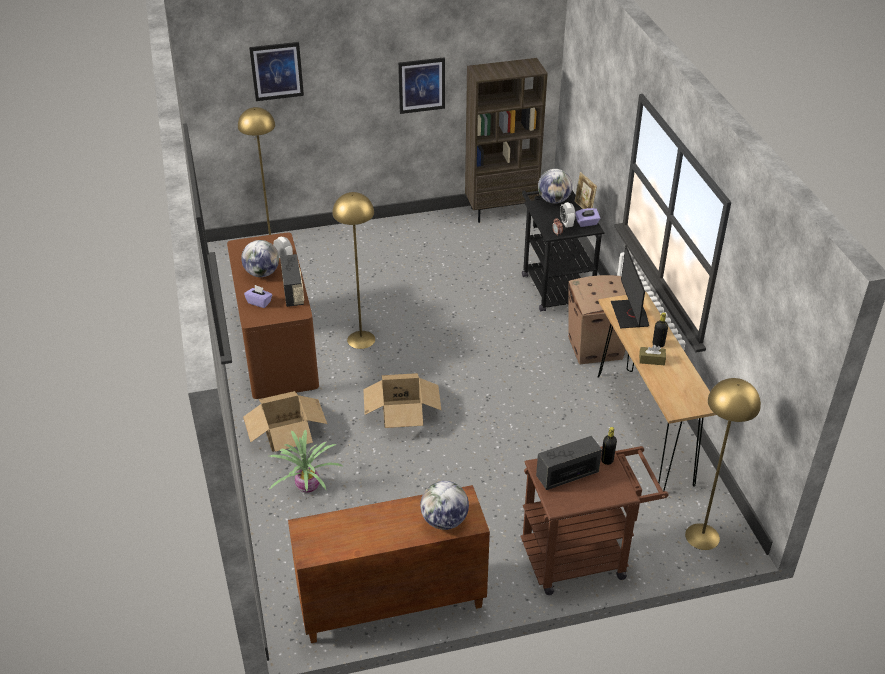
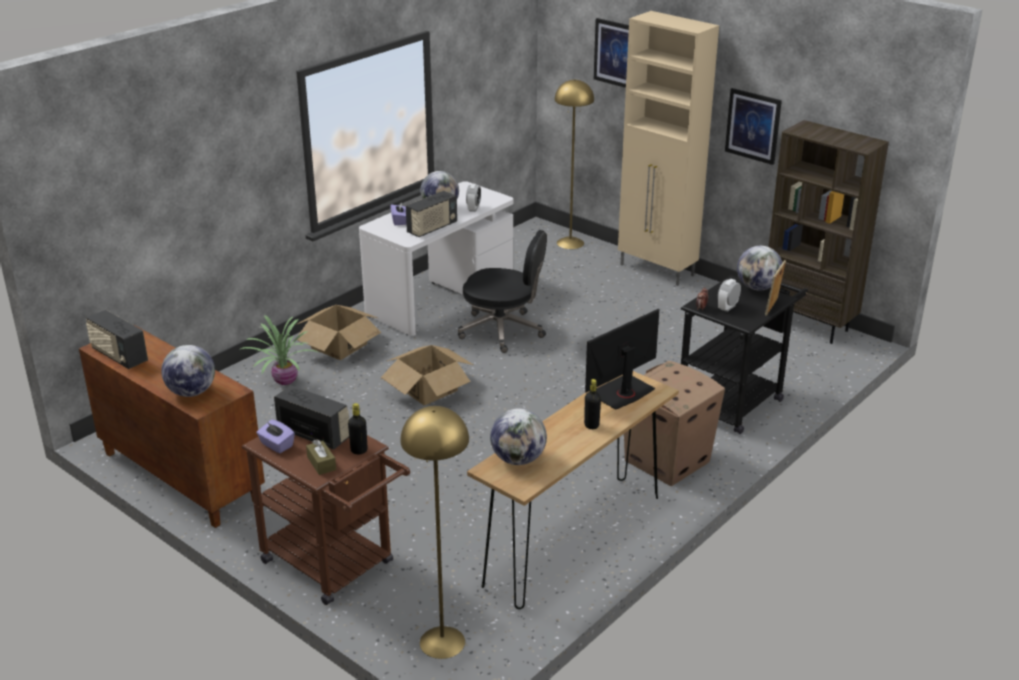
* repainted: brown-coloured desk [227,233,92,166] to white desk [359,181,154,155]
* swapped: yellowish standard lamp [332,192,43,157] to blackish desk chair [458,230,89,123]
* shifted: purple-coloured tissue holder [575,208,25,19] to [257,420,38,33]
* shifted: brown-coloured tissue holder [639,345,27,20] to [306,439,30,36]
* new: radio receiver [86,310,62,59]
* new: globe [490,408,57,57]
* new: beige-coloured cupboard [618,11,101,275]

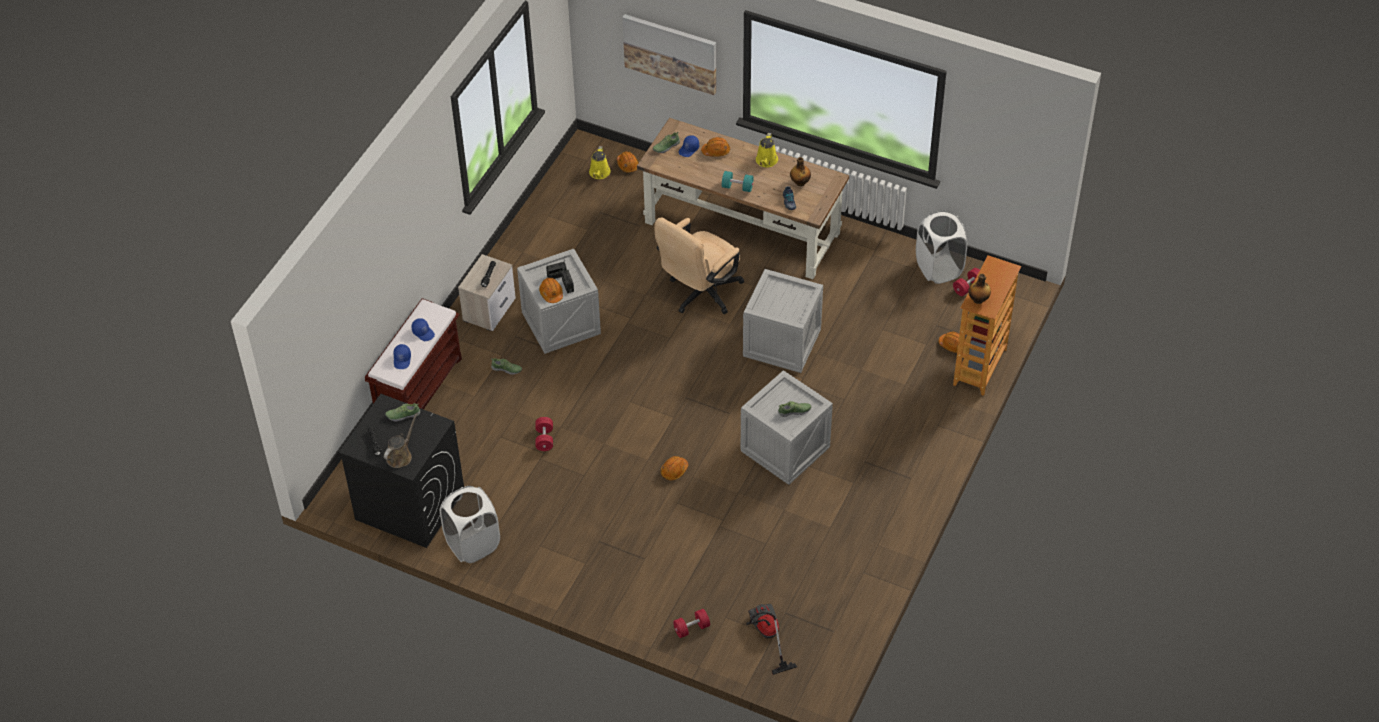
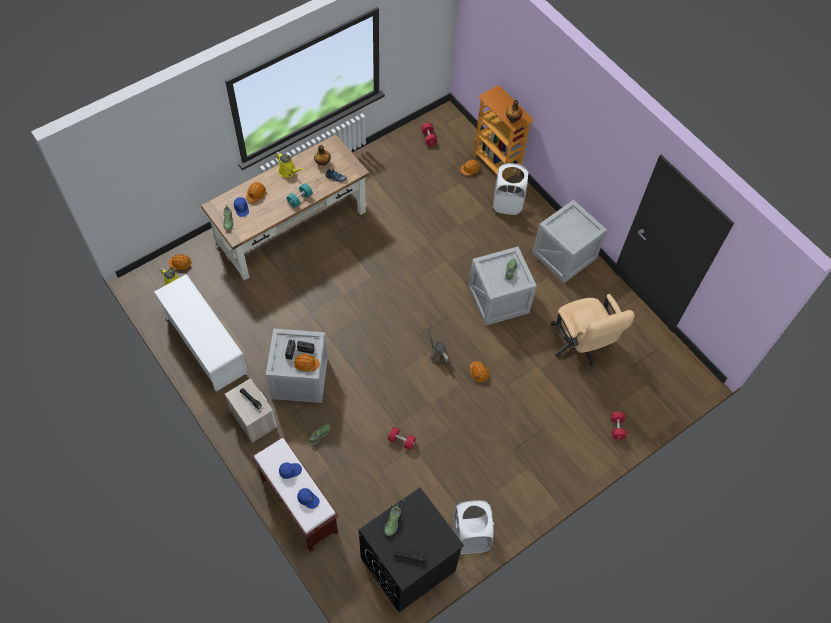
* shifted: brown-coloured sprinkling can [384,413,34,55] to [427,325,22,41]
* gone: wall art [622,14,94,81]
* shifted: beige-coloured desk chair [654,218,90,96] to [551,294,84,73]
* shifted: shipping crate [743,269,80,104] to [532,200,75,83]
* gone: vacuum [746,604,51,71]
* shifted: white hamper [916,210,51,74] to [493,163,36,52]
* new: white shoe stand [154,274,94,117]

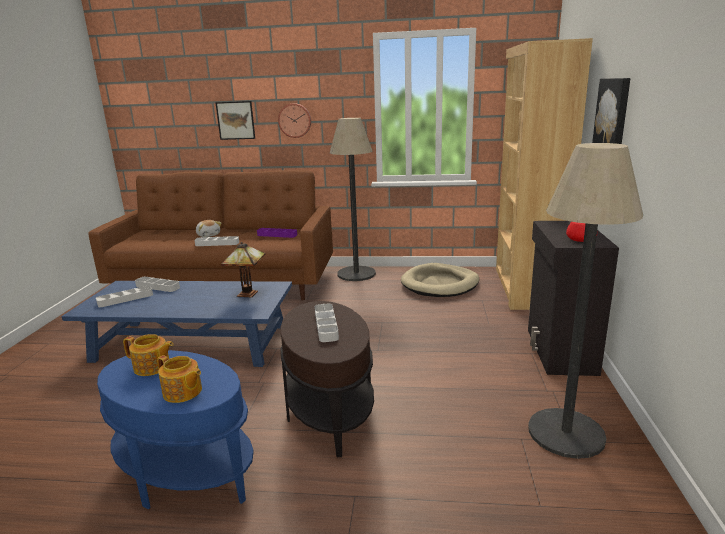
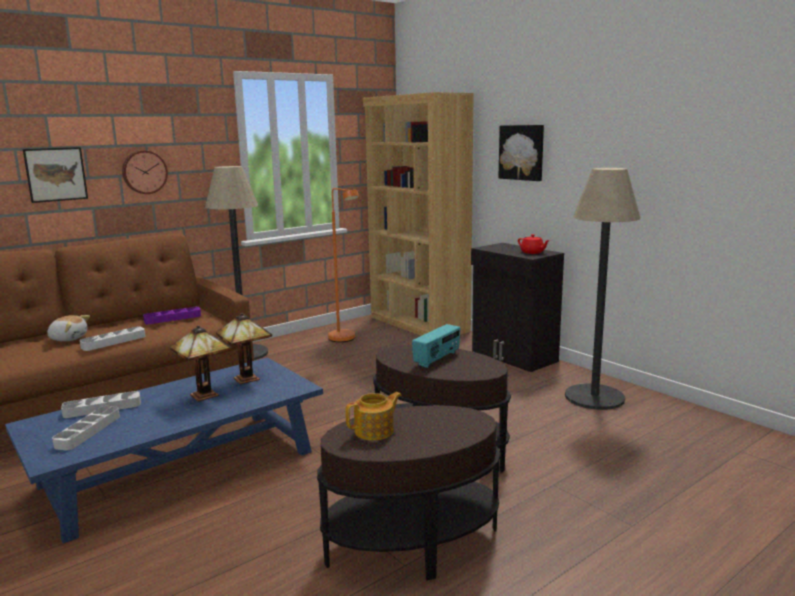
* repainted: blue accent table [97,350,157,159] to brown-coloured accent table [317,405,184,176]
* gone: teapot [157,355,45,48]
* swapped: grey serving tray [315,304,24,38] to radio receiver [412,324,48,44]
* swapped: beige-coloured dog cushion [401,263,78,34] to orangey standard lamp [328,188,31,154]
* new: tabletop lamp [170,326,62,76]

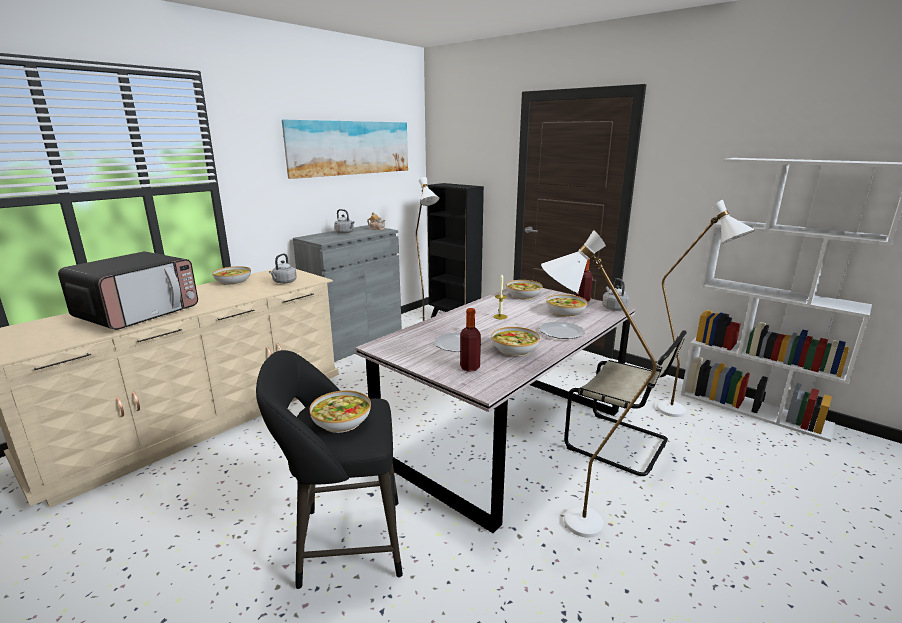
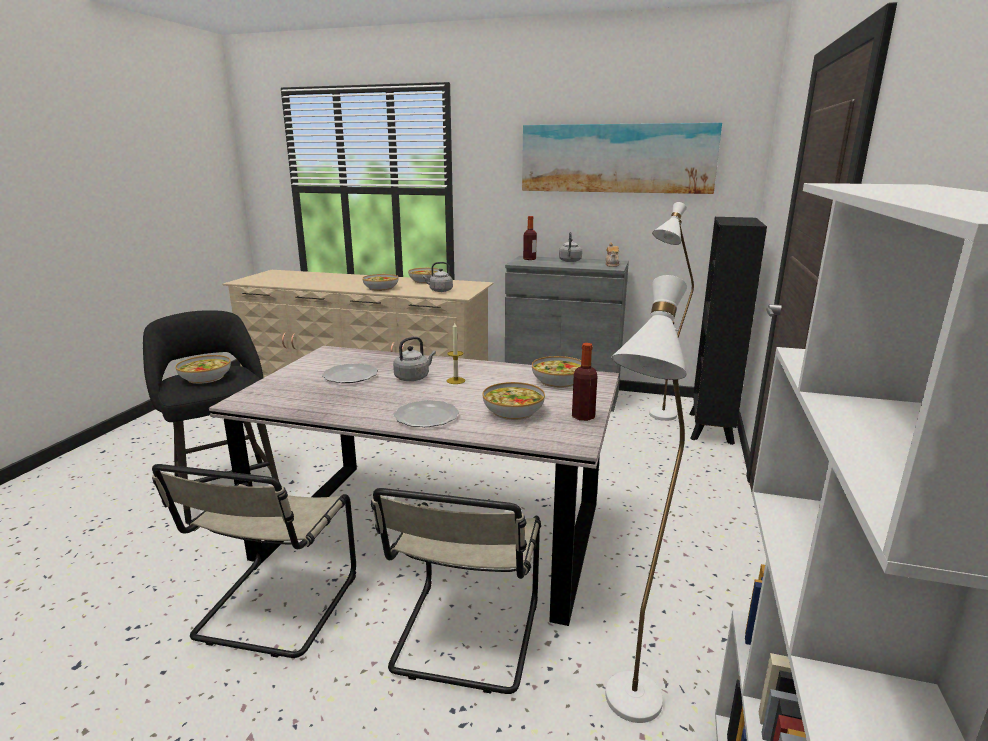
* gone: microwave [58,251,140,79]
* shifted: drink bottle [460,308,21,64] to [523,216,14,44]
* shifted: bowl [491,327,49,29] to [362,274,36,17]
* swapped: white standard lamp [541,230,116,308] to beige-coloured chair [152,464,204,194]
* shifted: grey kettle [602,278,27,33] to [393,336,43,45]

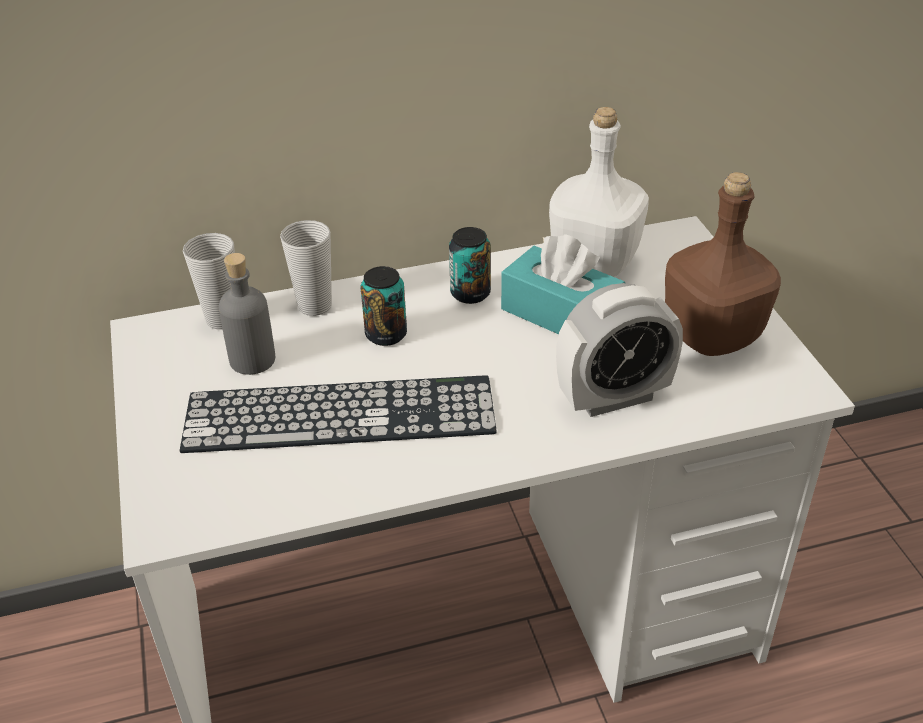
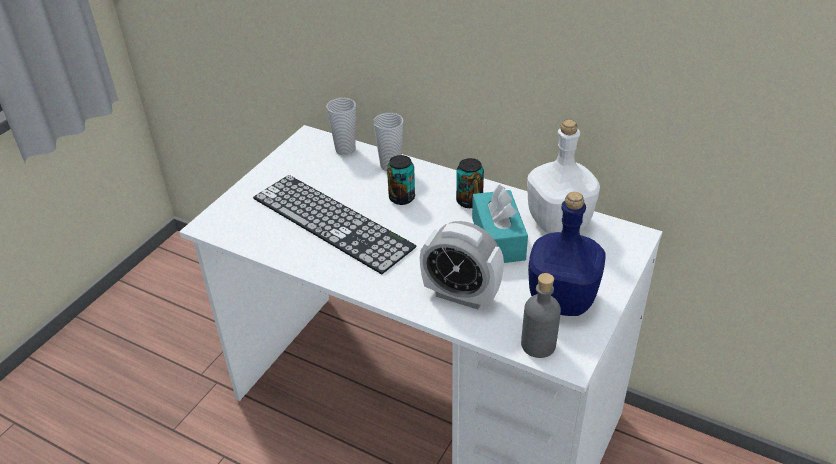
* shifted: grey drink bottle [219,253,56,122] to [521,273,40,85]
* repainted: brown-coloured drink bottle [665,172,116,184] to blue drink bottle [528,192,77,124]

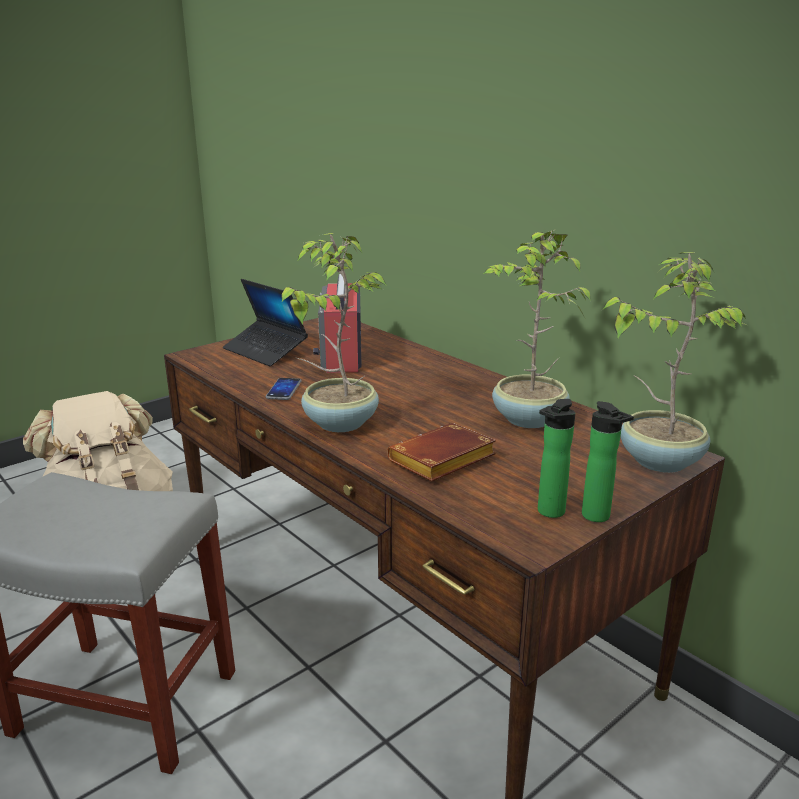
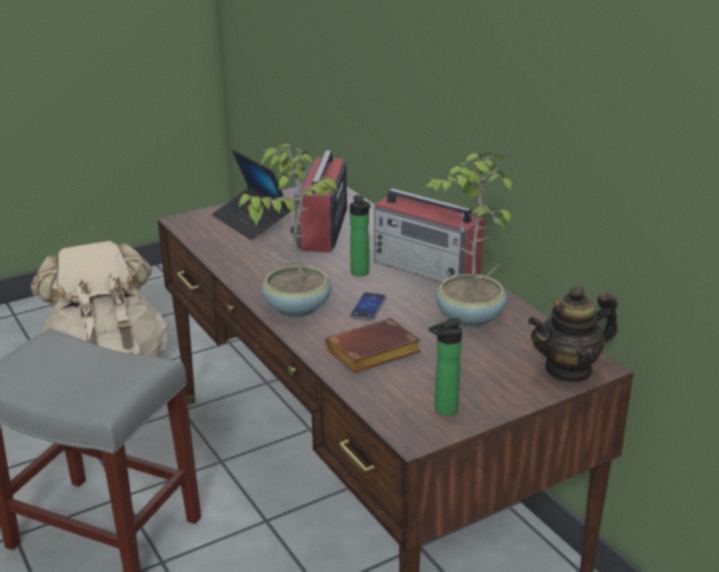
* shifted: handset [266,378,35,22] to [350,292,36,29]
* shifted: drink bottle [582,401,52,121] to [350,195,21,81]
* swapped: houseplant [602,252,144,221] to teapot [528,286,90,97]
* new: radio receiver [374,188,110,95]

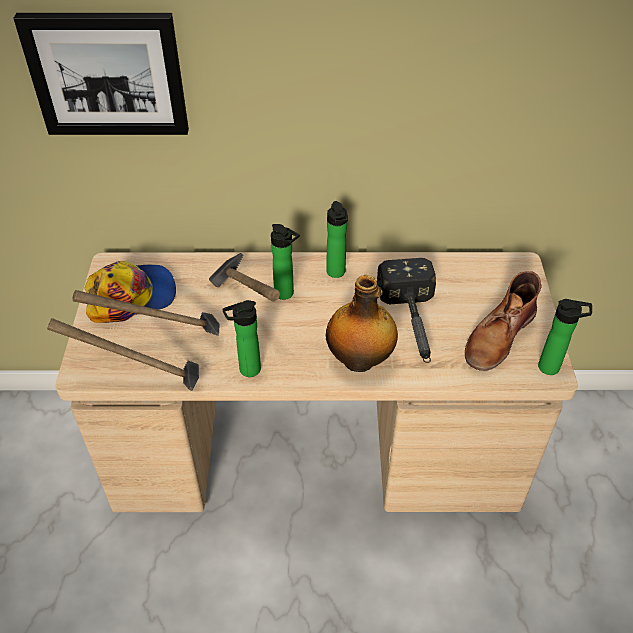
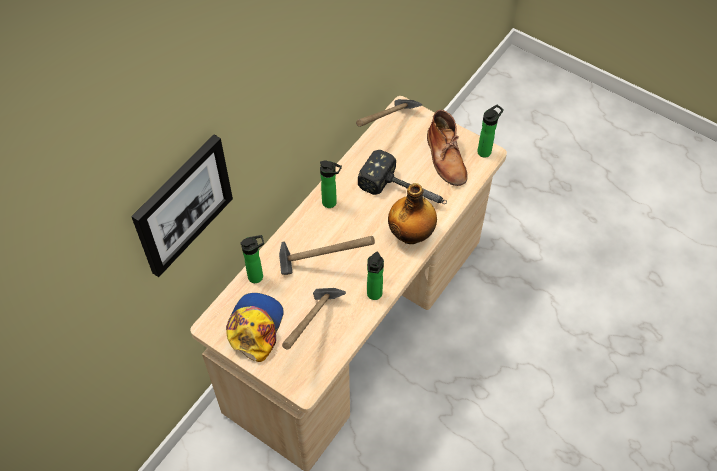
* shifted: hammer [47,318,152,73] to [356,99,66,28]
* shifted: drink bottle [271,224,28,76] to [240,235,24,48]

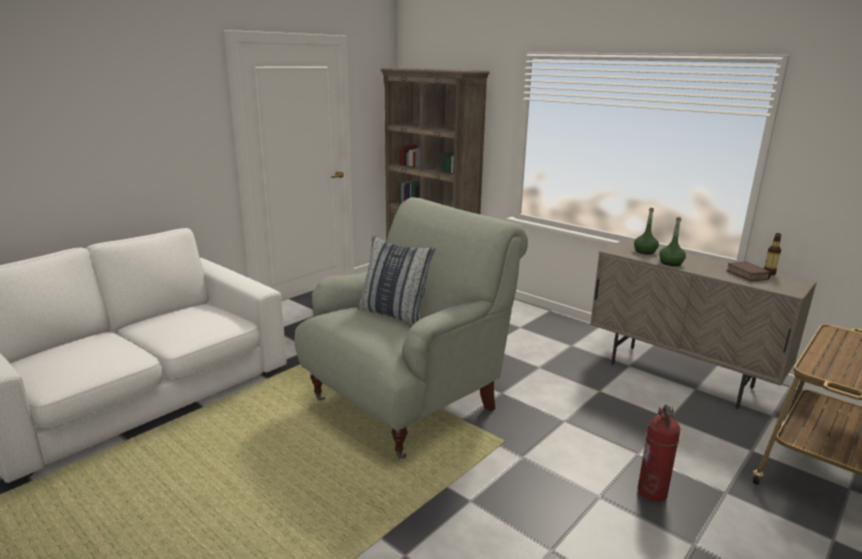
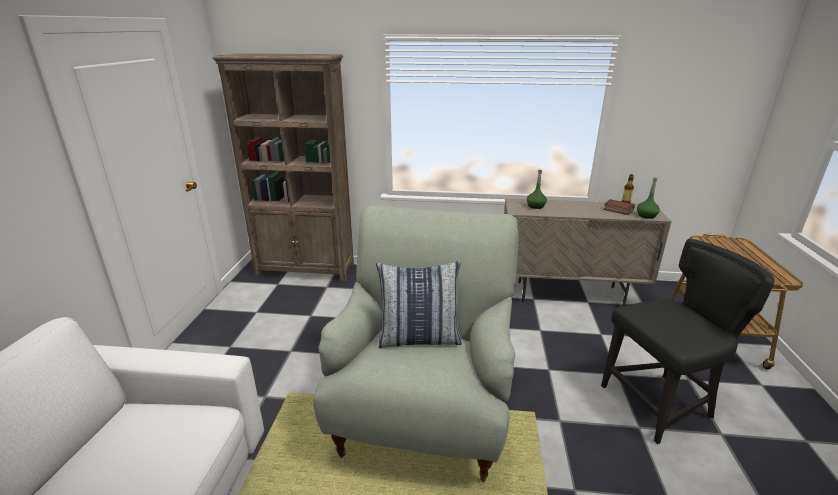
* swapped: fire-fighting cylinder [637,405,43,97] to blackish chair [601,239,174,205]
* shifted: green drink bottle [659,217,27,49] to [637,177,23,42]

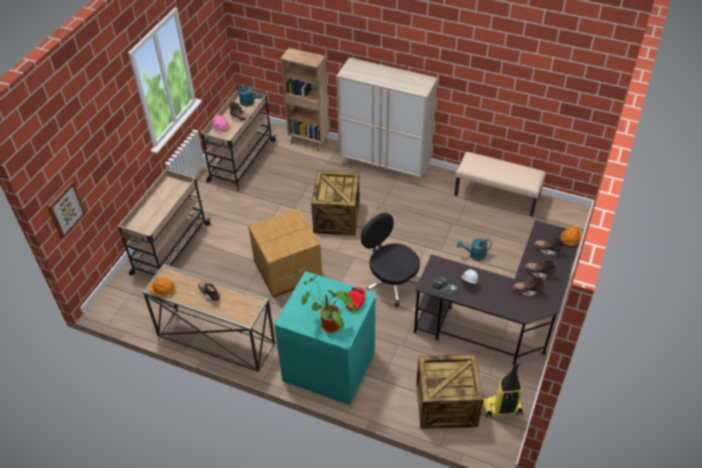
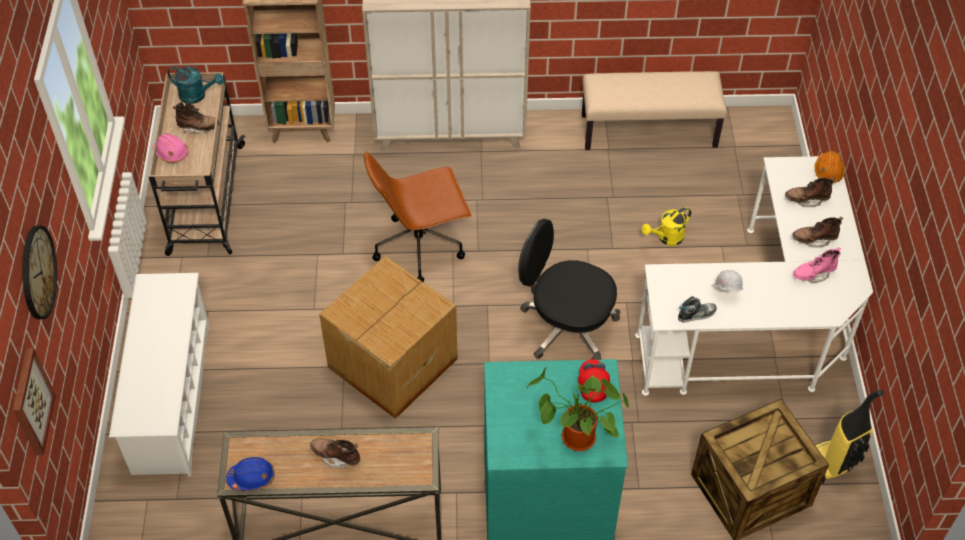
* swapped: beige-coloured cart [118,169,92,106] to white shoe stand [109,273,101,203]
* repainted: orangey safety helmet [149,278,26,18] to blue safety helmet [226,457,49,34]
* swapped: shipping crate [311,171,49,65] to brown-coloured desk chair [364,152,108,130]
* repainted: blackish desk [413,220,169,146] to white desk [635,156,238,240]
* repainted: turquoise-coloured sprinkling can [457,238,35,23] to yellowish sprinkling can [642,207,49,39]
* repainted: brown-coloured boot [513,278,32,18] to pinkish boot [793,247,48,36]
* new: hanging clock [22,226,35,93]

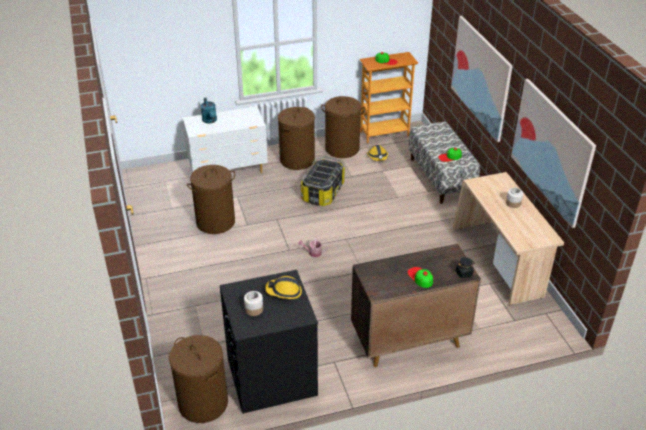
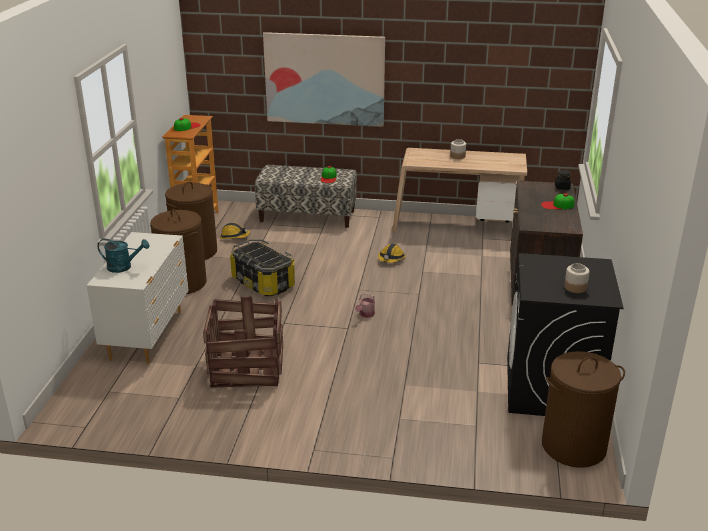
* swapped: brown-coloured hamper [187,165,48,69] to shipping crate [203,296,80,92]
* shifted: safety helmet [265,276,37,23] to [378,244,28,19]
* gone: wall art [511,79,85,149]

